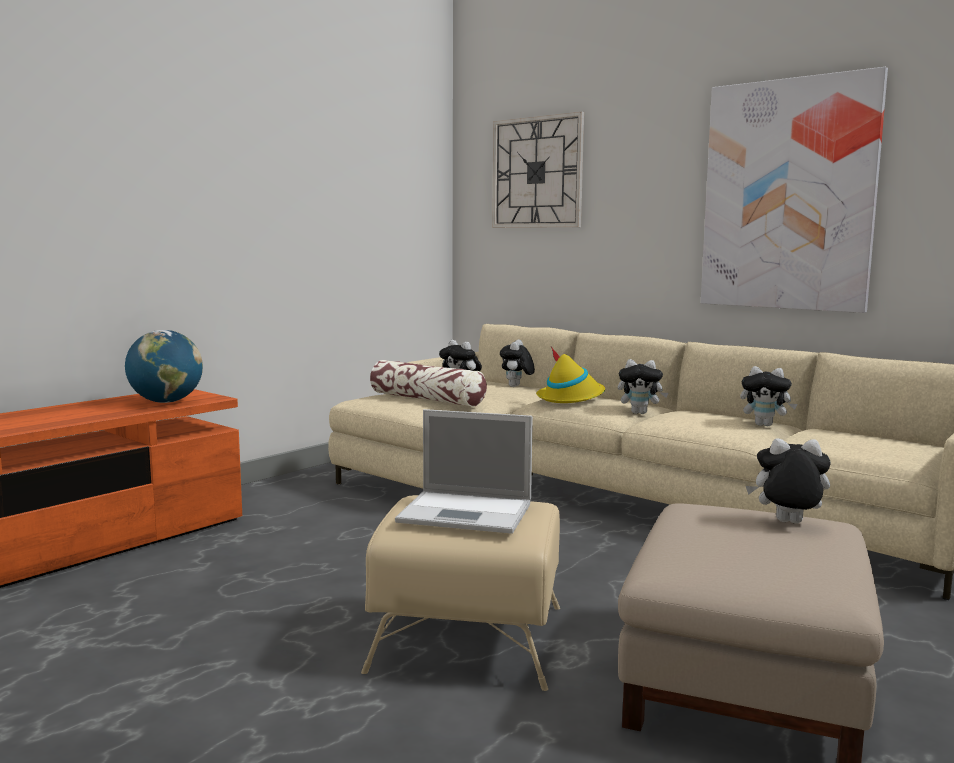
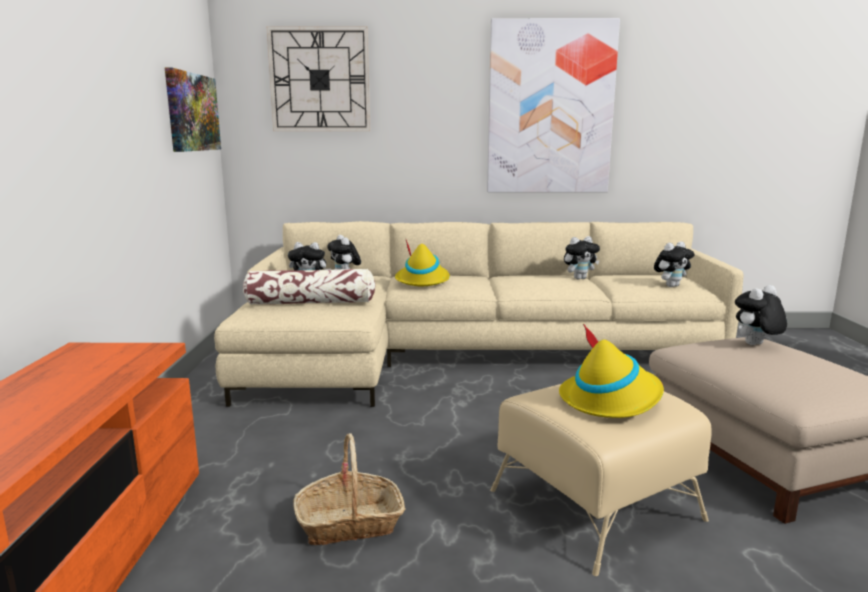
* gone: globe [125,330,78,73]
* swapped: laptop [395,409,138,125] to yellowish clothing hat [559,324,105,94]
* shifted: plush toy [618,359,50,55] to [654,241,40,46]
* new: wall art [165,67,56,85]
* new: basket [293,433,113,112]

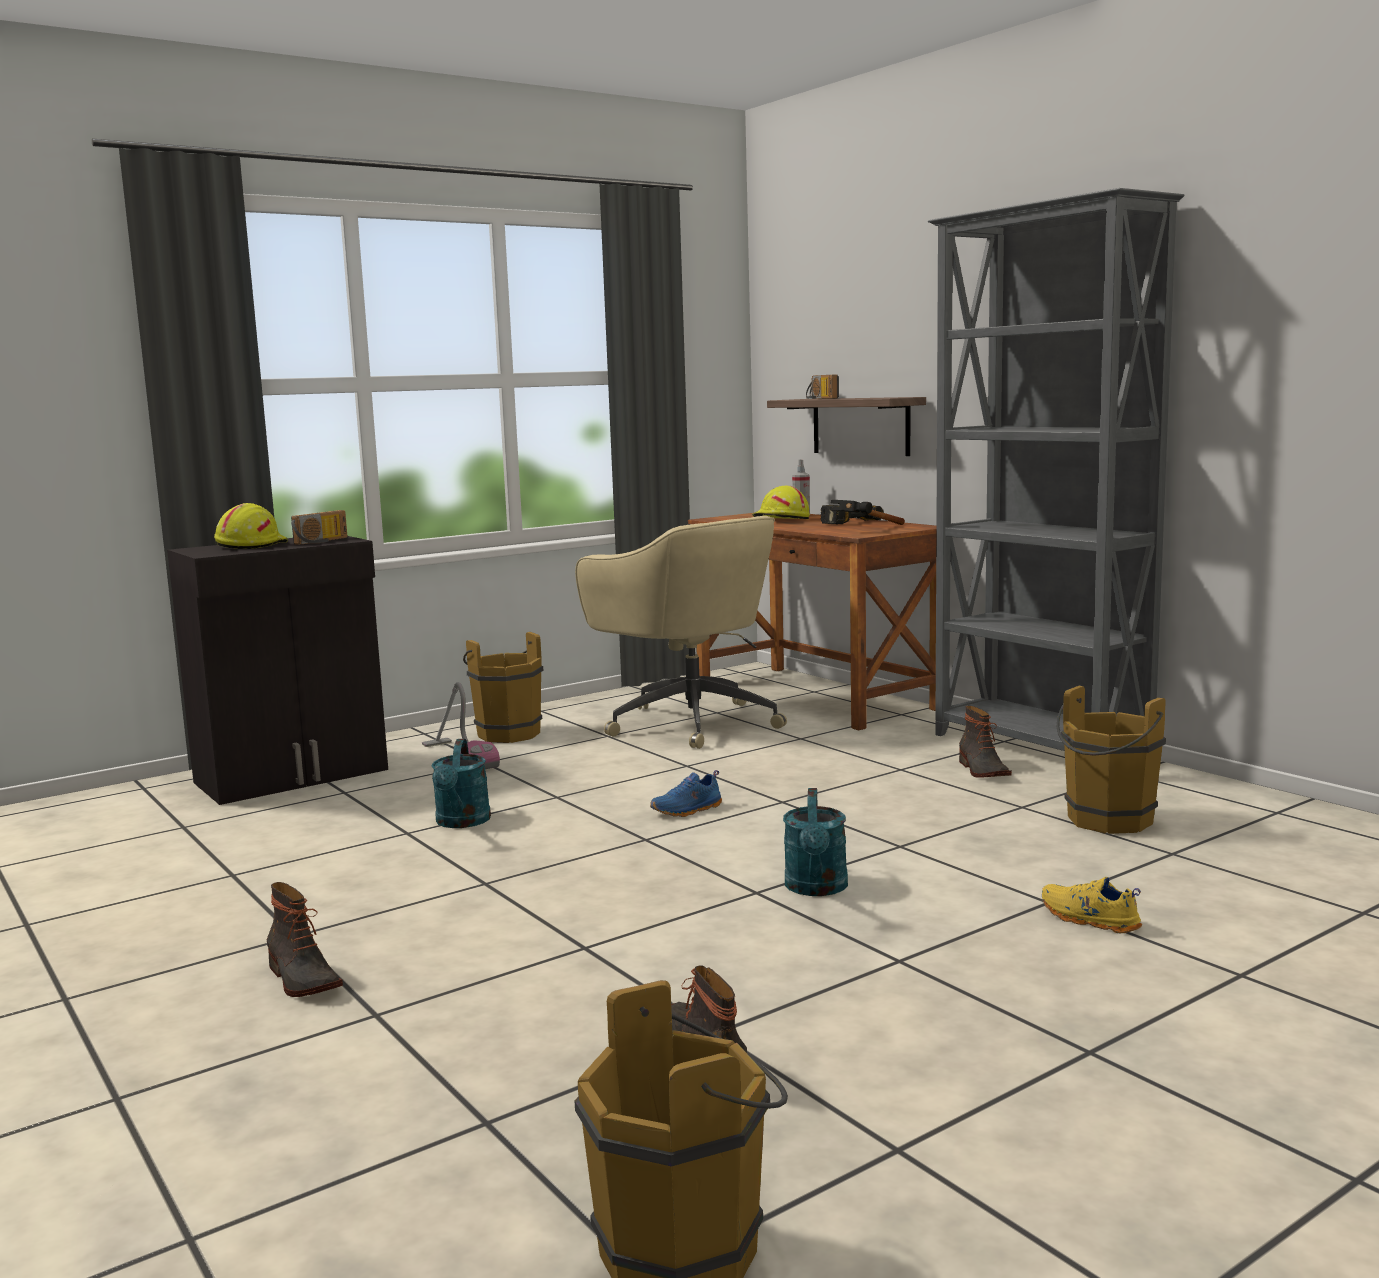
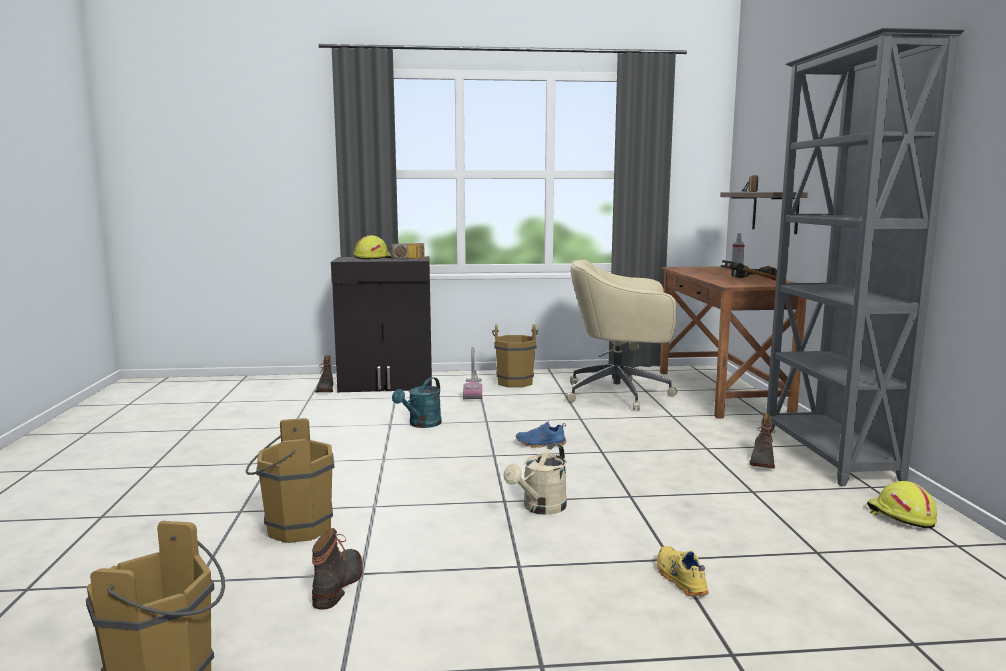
* shifted: boot [267,882,76,115] to [315,355,18,37]
* rotated: beige-coloured desk chair [575,516,212,233] = [566,260,112,150] 105 degrees clockwise
* shifted: yellowish safety helmet [752,486,58,33] to [867,481,70,47]
* repainted: turquoise-coloured sprinkling can [783,788,65,108] to beige-coloured sprinkling can [504,443,63,72]
* shifted: brown-coloured bucket [1057,686,109,148] to [246,418,88,125]

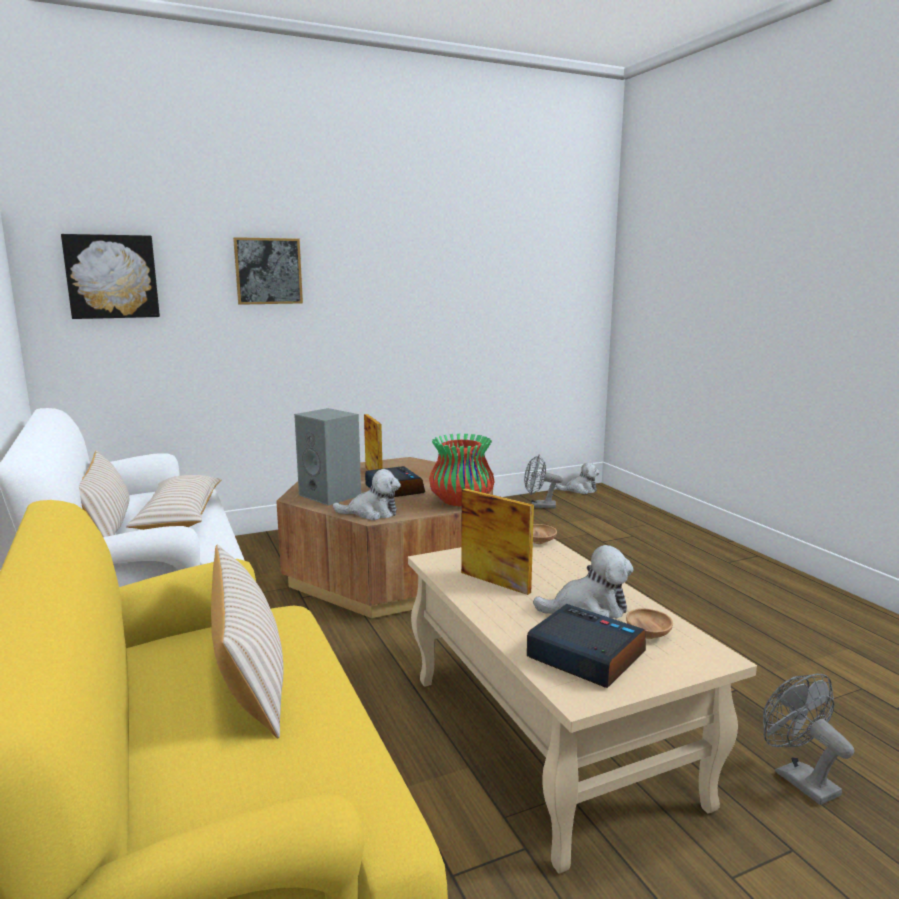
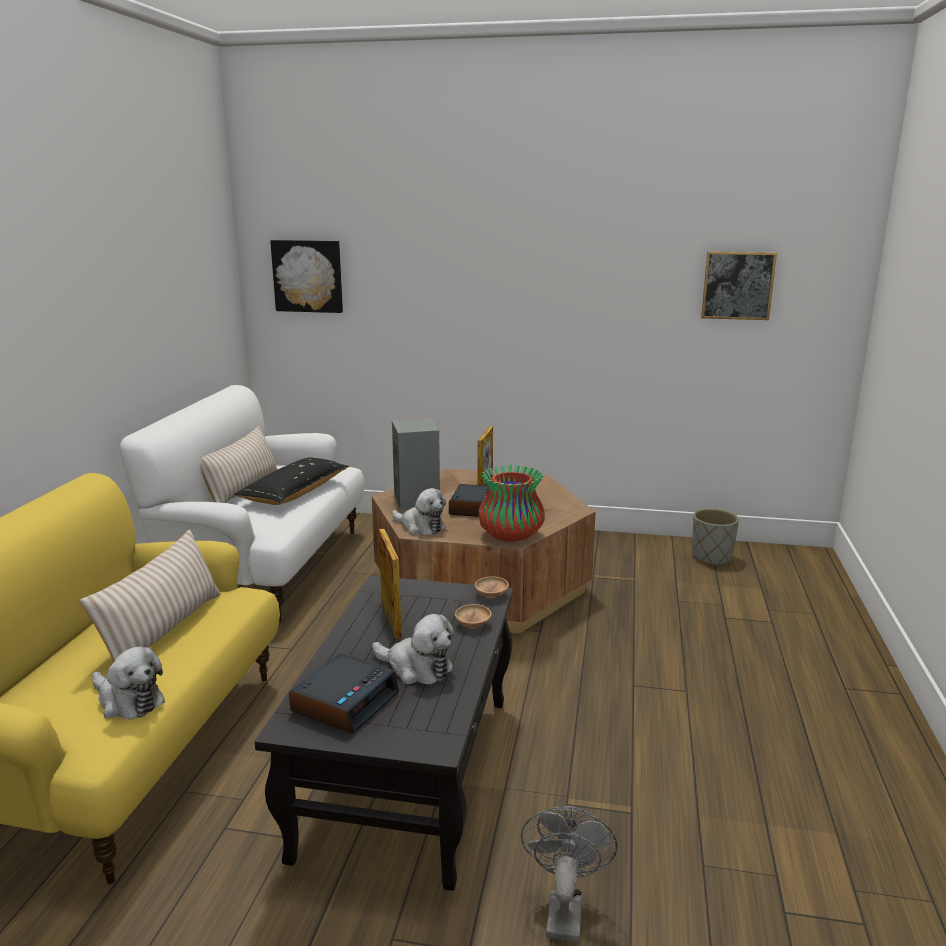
* repainted: beige-coloured throw pillow [126,475,96,55] to blackish throw pillow [234,457,115,48]
* shifted: wall art [233,237,70,68] to [701,251,76,69]
* repainted: beige-coloured low table [408,539,349,334] to blackish low table [254,576,259,315]
* swapped: grey cooling fan [524,455,39,54] to grey plant pot [692,509,47,57]
* rotated: alarm clock [527,604,119,84] = [289,653,110,81] 45 degrees clockwise
* shifted: plush toy [556,462,44,32] to [92,647,73,73]
* shifted: brown-coloured bowl [626,608,47,31] to [455,604,37,24]

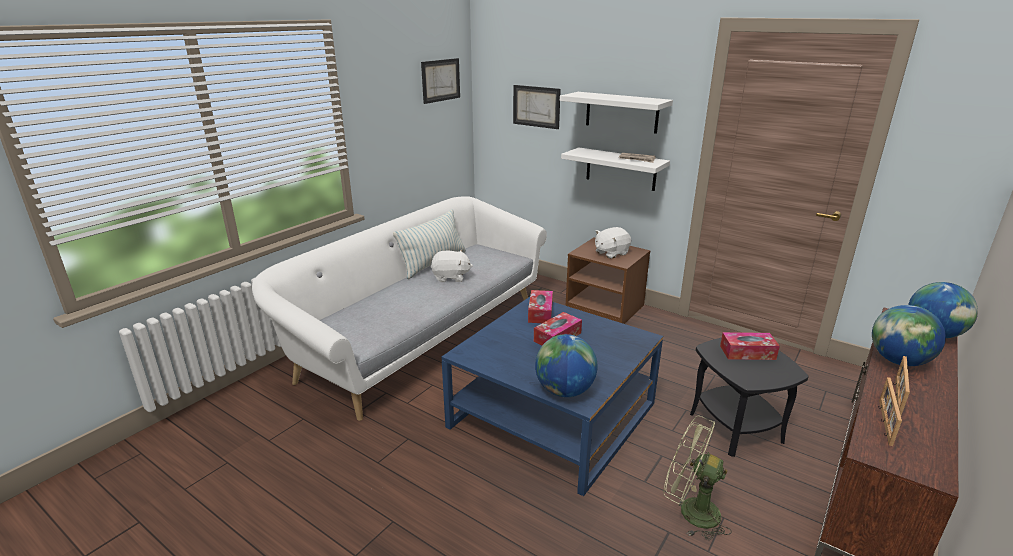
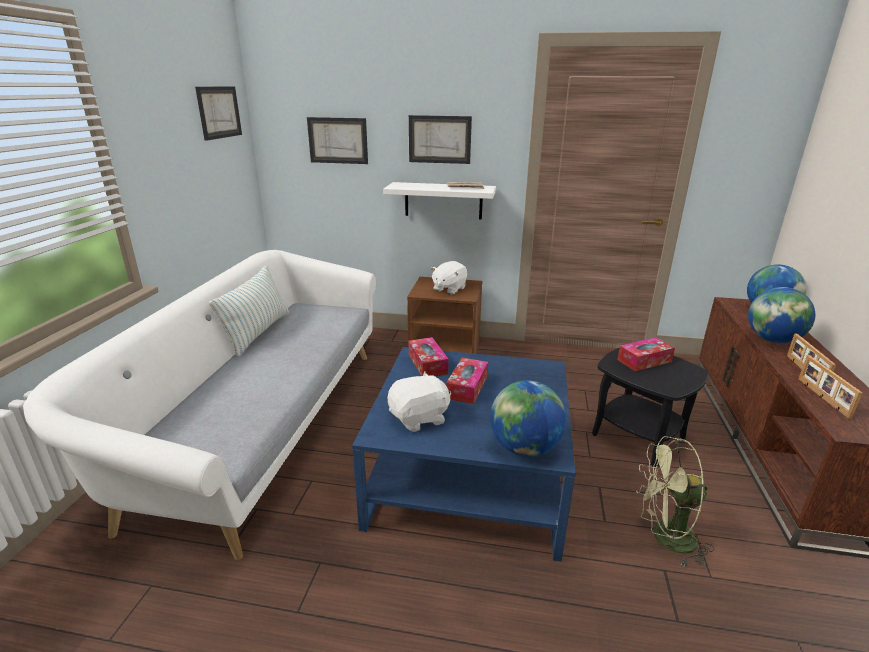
* shifted: white plush toy [431,250,42,32] to [388,371,63,61]
* swapped: white shelf [560,92,113,42] to wall art [409,115,63,49]

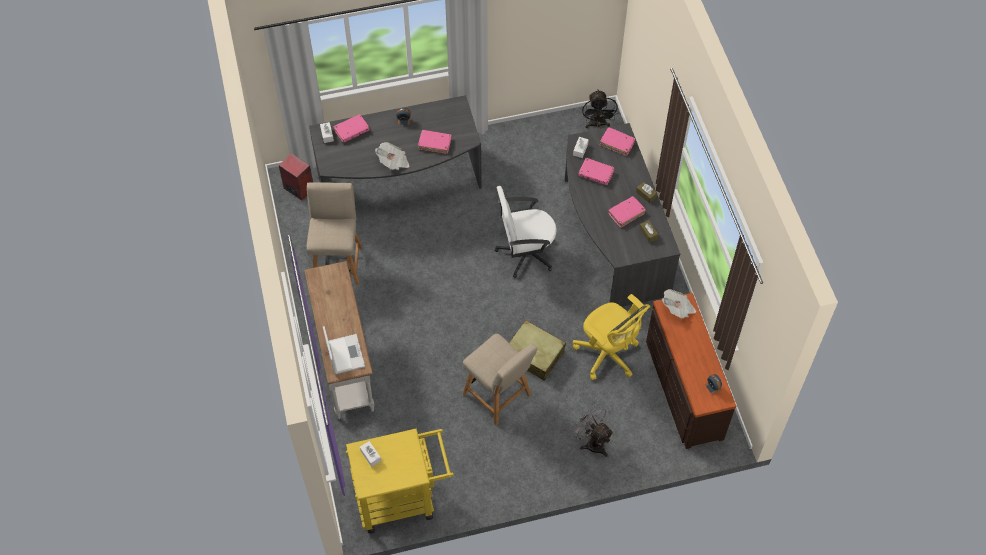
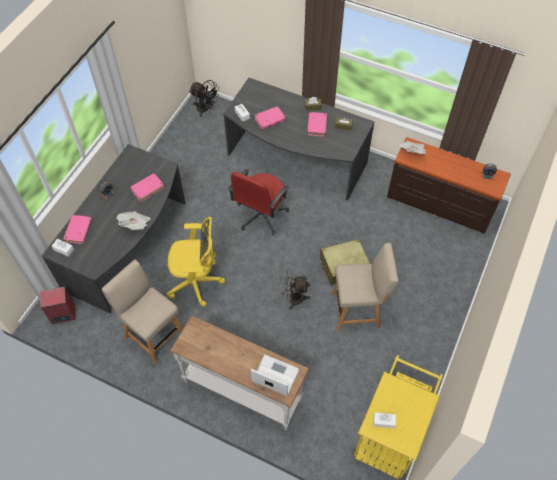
* repainted: white desk chair [495,186,62,92] to red-coloured desk chair [228,169,61,66]
* shifted: grey cooling fan [571,403,43,54] to [280,268,30,42]
* shifted: yellowish desk chair [573,294,78,86] to [167,217,58,90]
* gone: pinkish book [600,127,36,29]

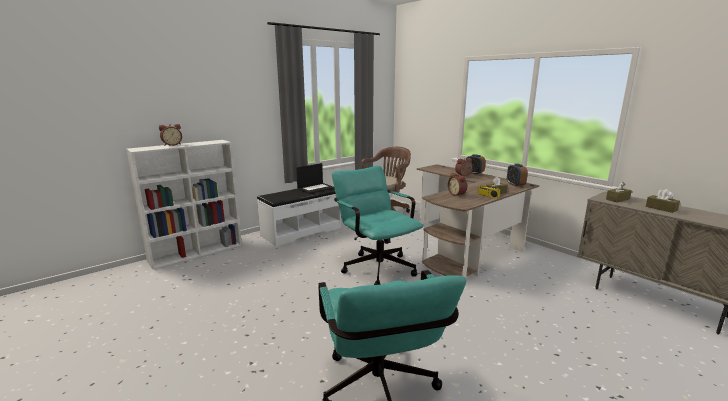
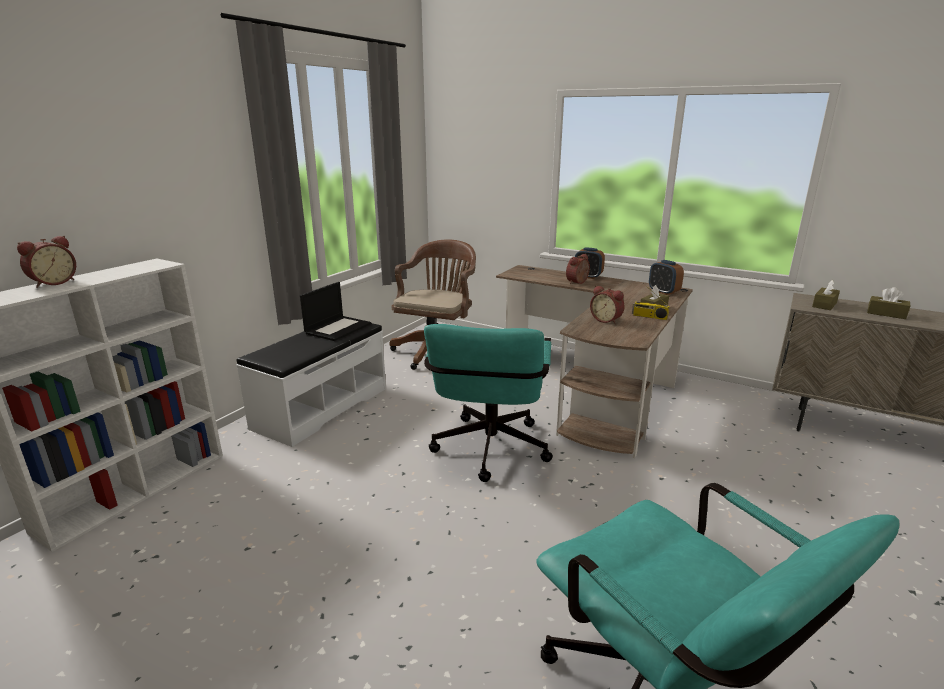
* rotated: turquoise-coloured desk chair [332,166,92,119] = [424,324,129,158] 120 degrees counterclockwise

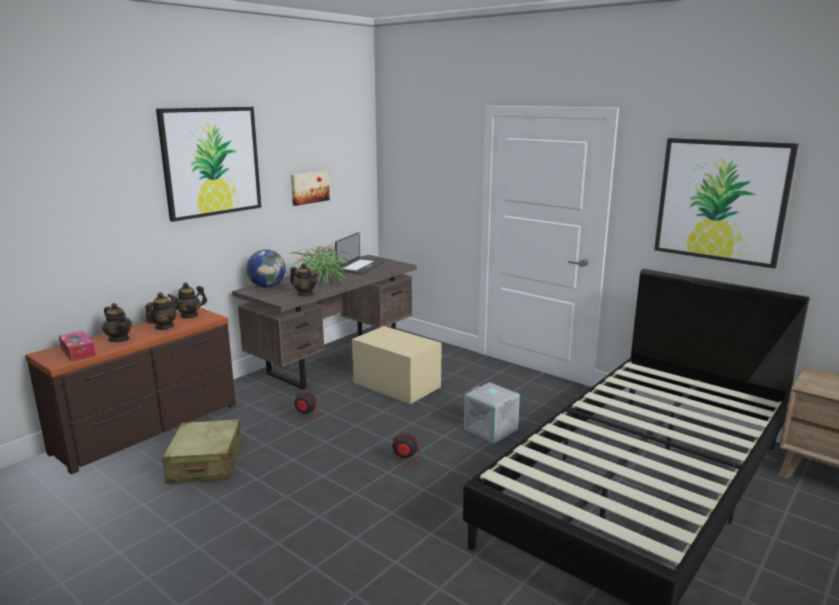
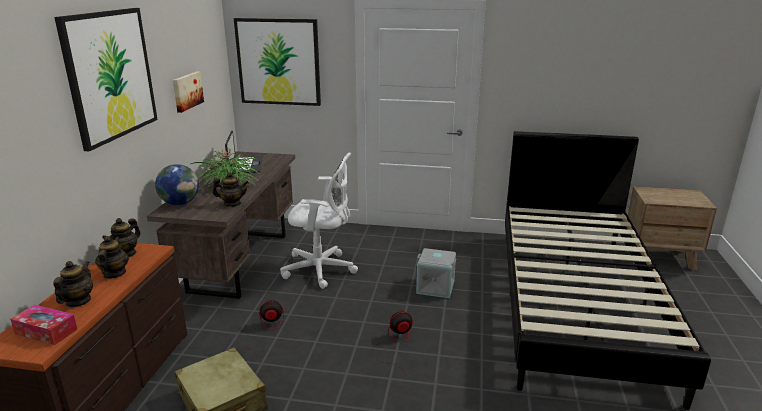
* rotated: teapot [102,303,30,39] = [53,261,40,46] 90 degrees counterclockwise
* swapped: beige-coloured storage container [352,326,90,78] to white desk chair [280,153,78,136]
* shifted: wall art [654,138,145,131] to [234,18,87,88]

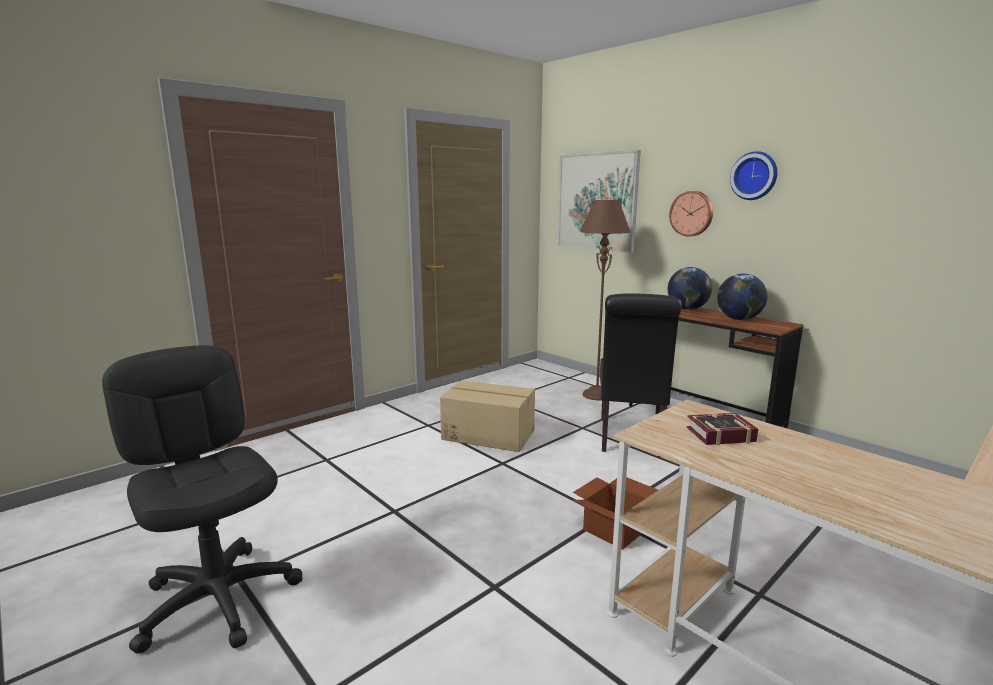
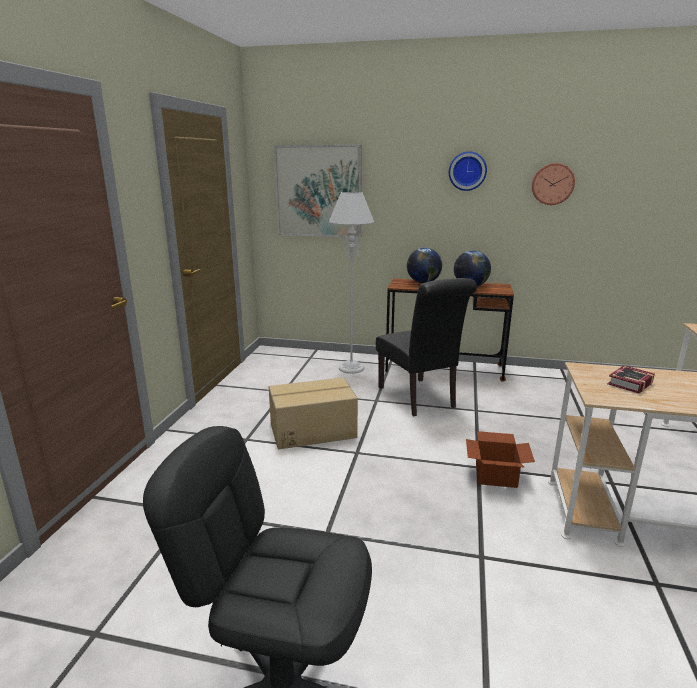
* repainted: brown-coloured standard lamp [580,200,50,200] to grey standard lamp [329,192,45,182]
* shifted: hanging clock [669,191,44,46] to [532,163,43,42]

